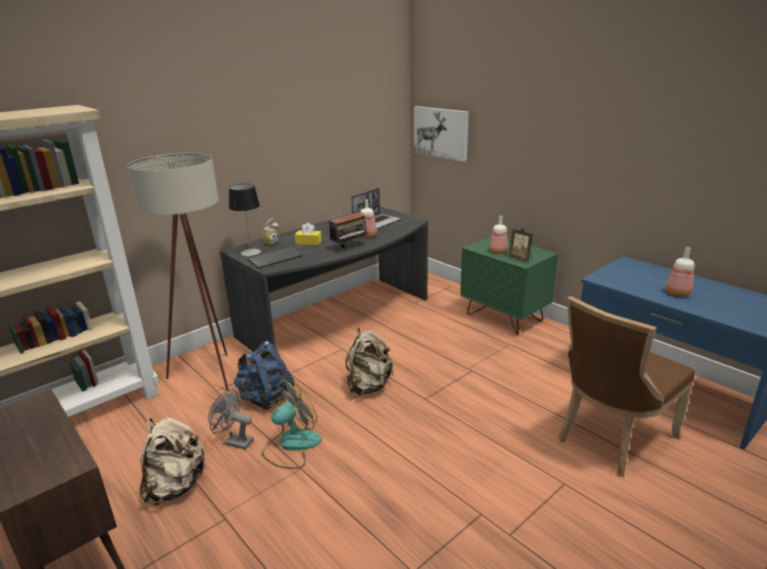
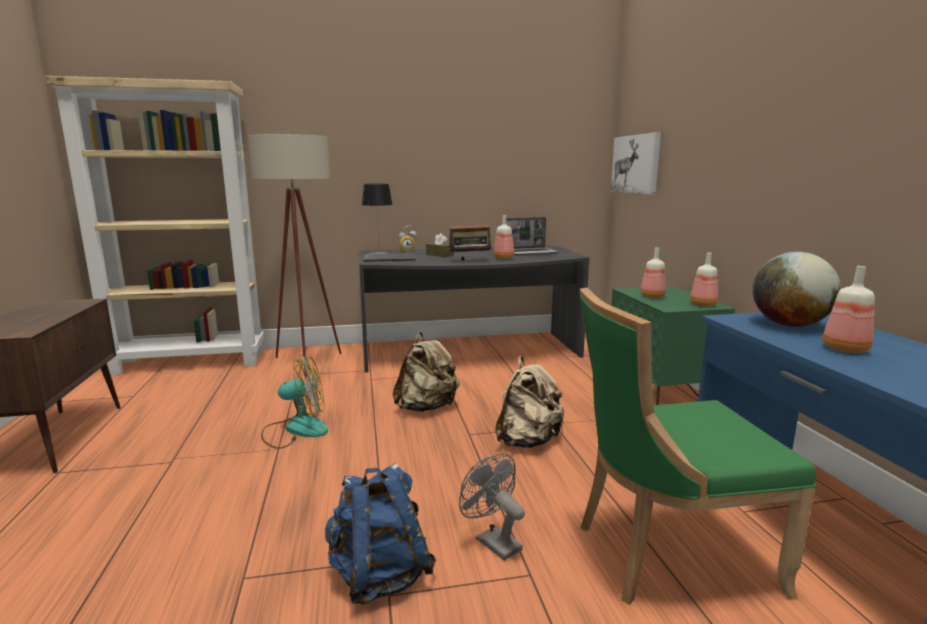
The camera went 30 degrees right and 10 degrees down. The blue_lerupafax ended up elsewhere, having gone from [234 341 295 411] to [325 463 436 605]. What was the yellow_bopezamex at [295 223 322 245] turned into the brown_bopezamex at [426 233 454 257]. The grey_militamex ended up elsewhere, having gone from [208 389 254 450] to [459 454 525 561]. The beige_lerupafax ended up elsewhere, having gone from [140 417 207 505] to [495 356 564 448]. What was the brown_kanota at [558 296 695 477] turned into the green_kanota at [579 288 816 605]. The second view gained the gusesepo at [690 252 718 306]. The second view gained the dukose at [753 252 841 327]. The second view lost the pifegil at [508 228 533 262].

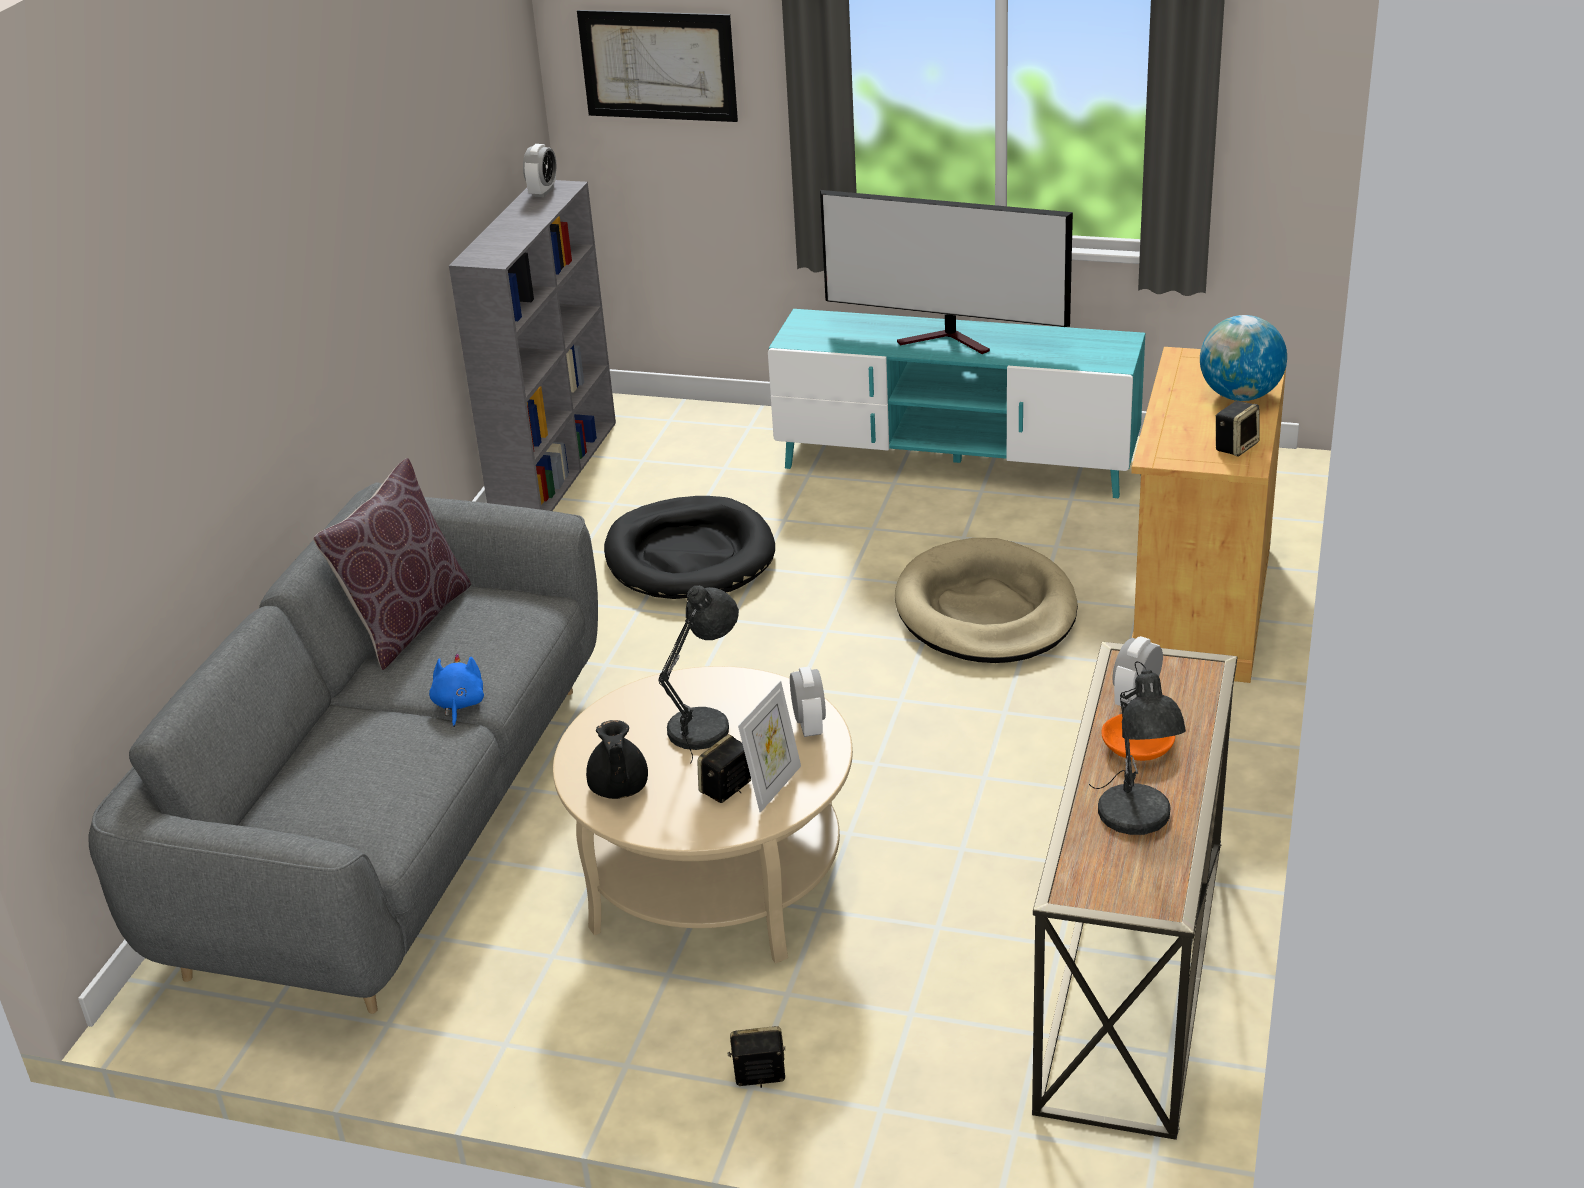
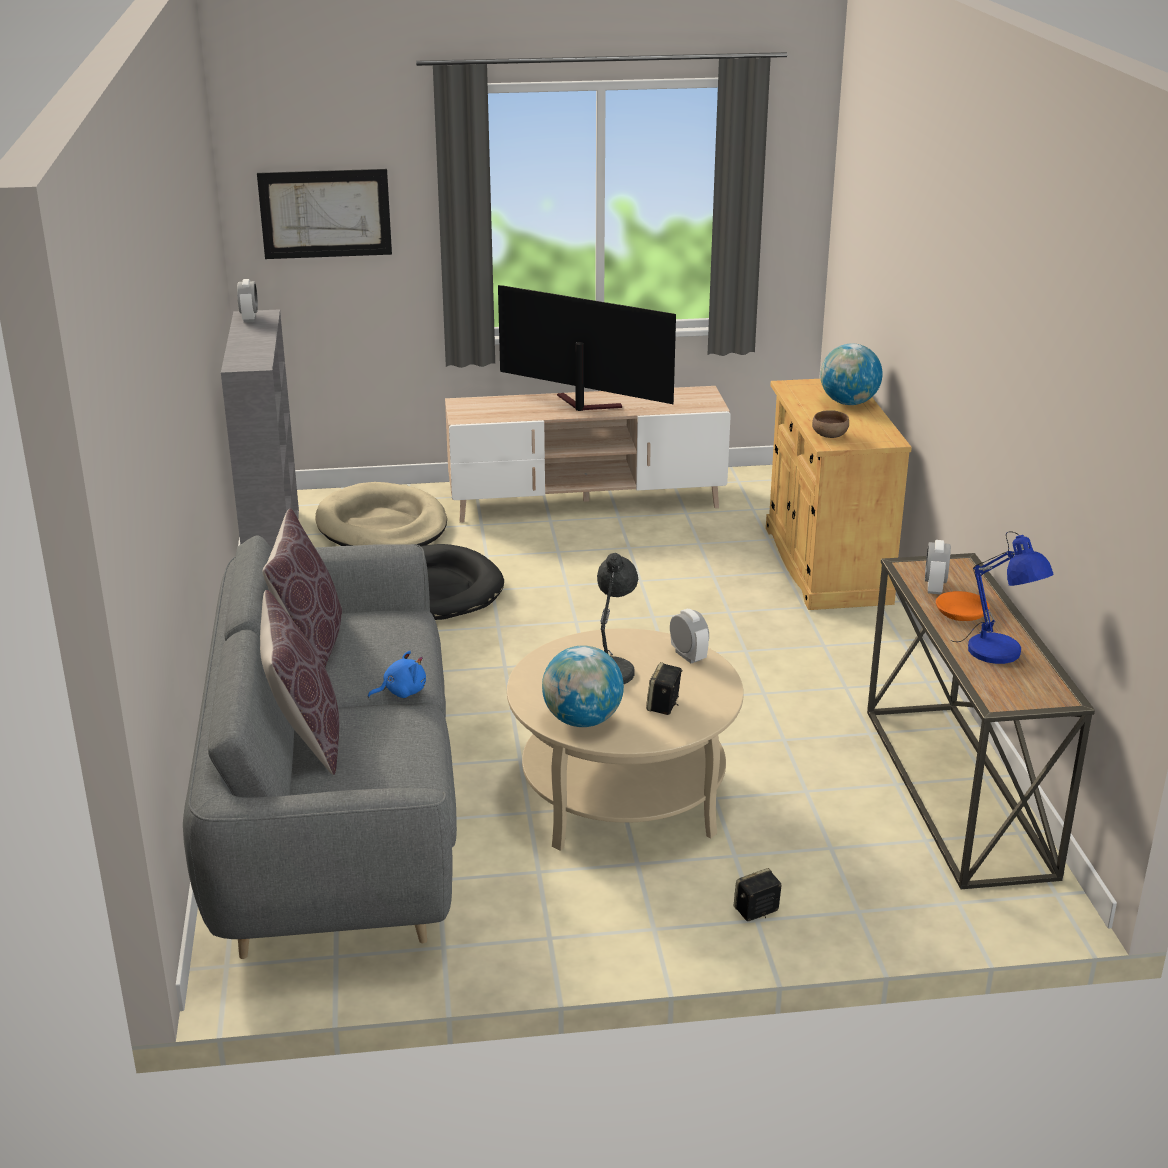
The camera went 25 degrees left and 5 degrees down. The second view gained the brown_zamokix at [260 590 339 775]. The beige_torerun ended up elsewhere, having gone from [895 538 1078 663] to [315 482 447 546]. The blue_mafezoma at [429 654 484 727] ended up facing another way, 90 degrees clockwise from before. What was the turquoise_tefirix at [768 309 1145 498] turned into the beige_tefirix at [445 386 731 523]. The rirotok at [820 190 1073 354] ended up facing another way, 150 degrees counterclockwise from before. Where the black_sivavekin stood at [586 720 648 799], the dukose came to stand at [542 645 624 727]. The second view gained the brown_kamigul at [812 410 849 438]. What was the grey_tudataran at [1089 661 1186 835] turned into the blue_tudataran at [951 532 1054 664]. The second view lost the pifegil at [738 681 801 813]. The second view lost the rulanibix at [1215 401 1260 456].

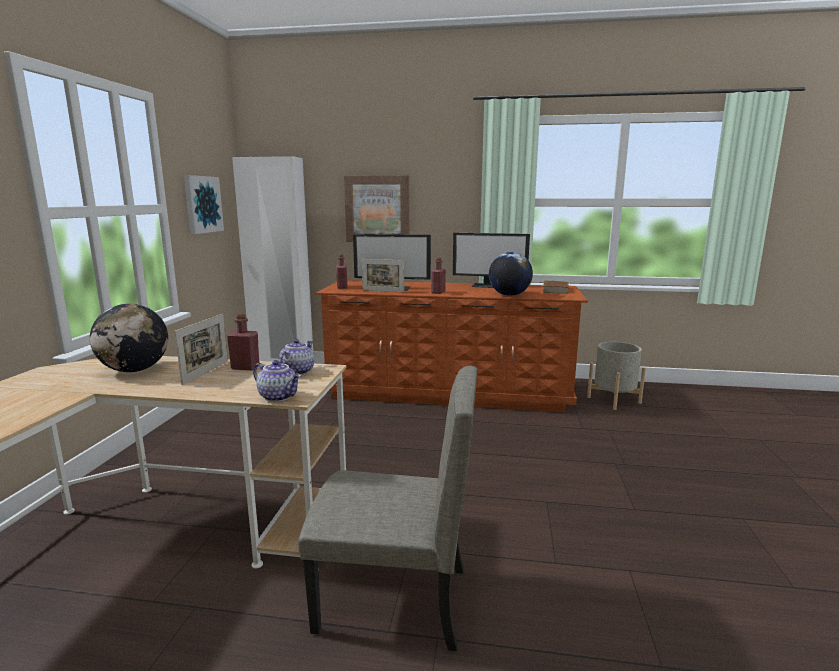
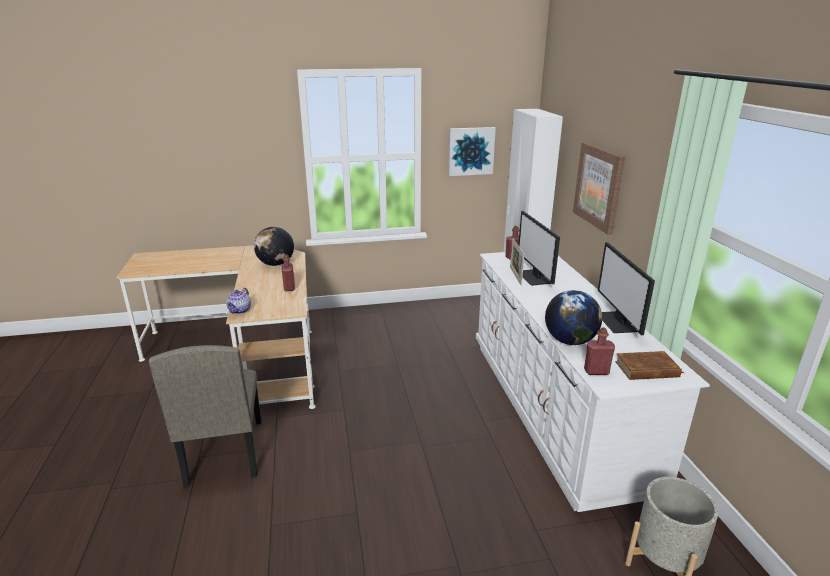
The camera went 70 degrees right and 10 degrees up. What was the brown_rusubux at [315 280 588 412] turned into the white_rusubux at [476 252 710 512]. The red_gusesepo ended up elsewhere, having gone from [431 257 446 294] to [584 328 615 375]. The second view lost the pifegil at [175 314 228 385]. The second view lost the sivavekin at [278 339 314 375].

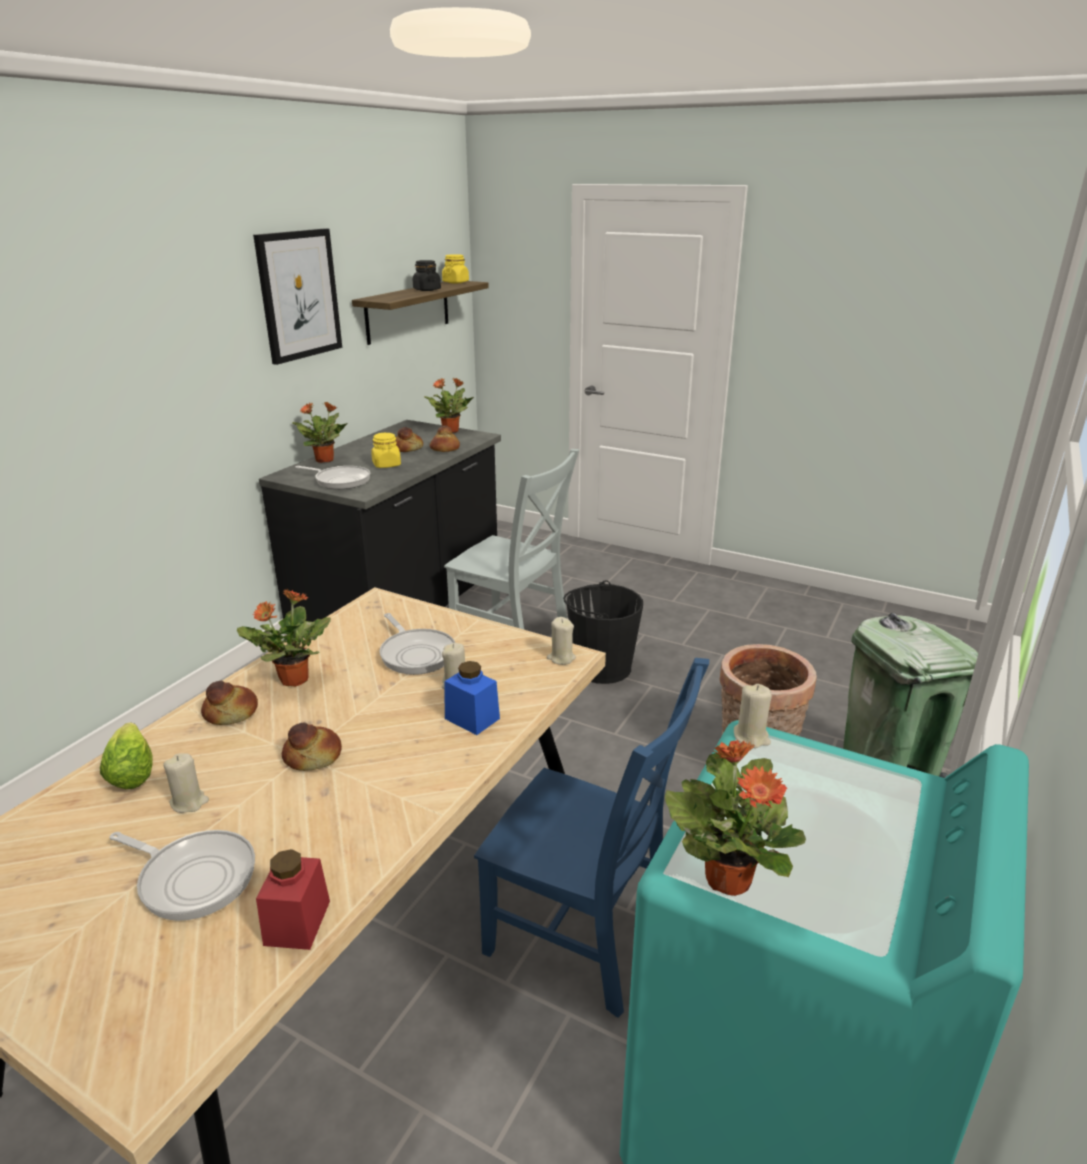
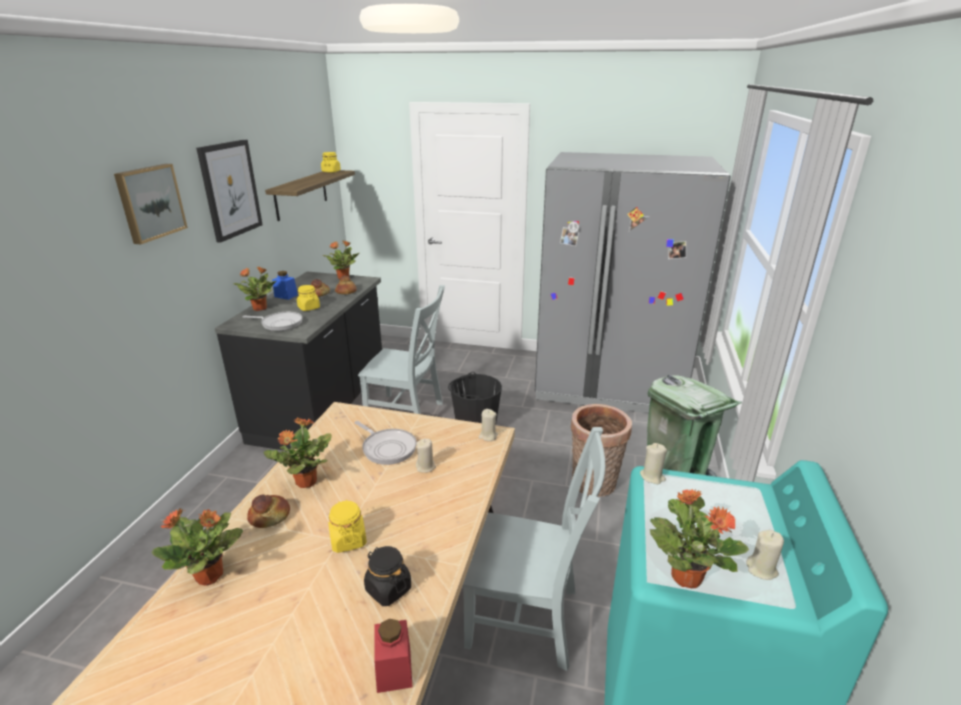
The camera went 15 degrees left and 0 degrees up. The second view gained the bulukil at [114 164 188 244]. Where the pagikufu stood at [100 722 153 789], the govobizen came to stand at [152 508 243 585]. The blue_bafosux ended up elsewhere, having gone from [444 661 500 735] to [272 271 298 300]. Where the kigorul stood at [282 722 342 771], the yellow_bafosux came to stand at [329 500 367 553]. The black_bafosux ended up elsewhere, having gone from [413 260 441 291] to [364 546 411 606]. What was the blue_kanota at [474 658 709 1018] turned into the grey_kanota at [463 427 605 671]. The second view gained the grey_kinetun at [535 152 731 413]. The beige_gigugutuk ended up elsewhere, having gone from [163 753 209 813] to [746 530 784 580]. The second view lost the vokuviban at [109 830 255 921].

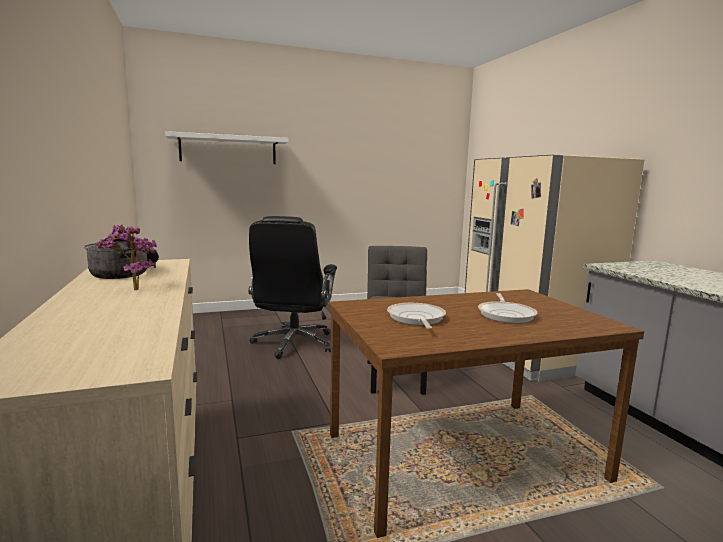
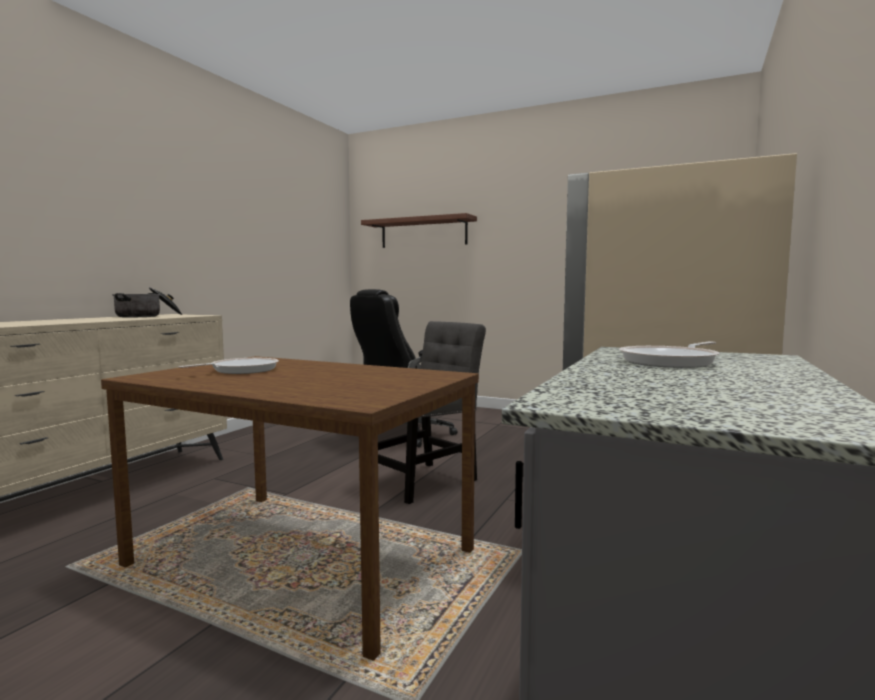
The camera went 45 degrees right and 5 degrees down. What was the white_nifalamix at [166 131 289 164] turned into the brown_nifalamix at [361 213 477 248]. The vokuviban ended up elsewhere, having gone from [478 293 538 323] to [619 342 720 368]. The second view lost the govobizen at [96 225 157 290].

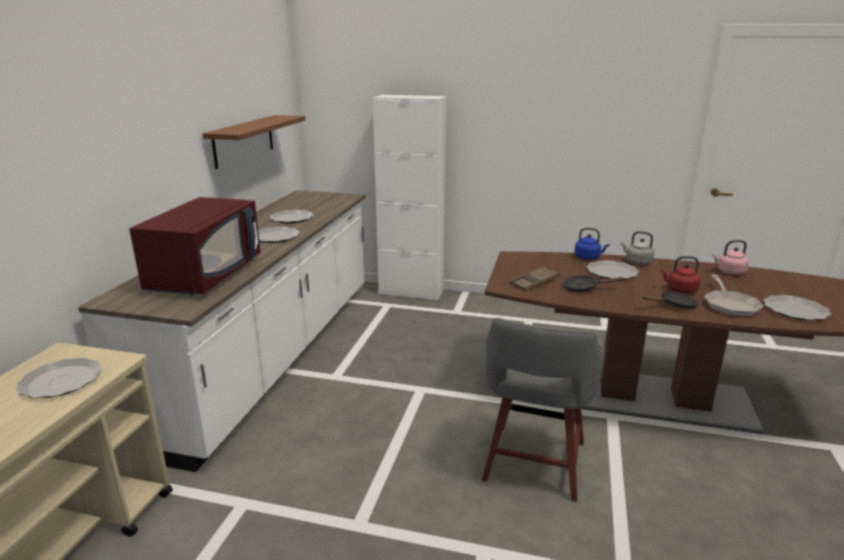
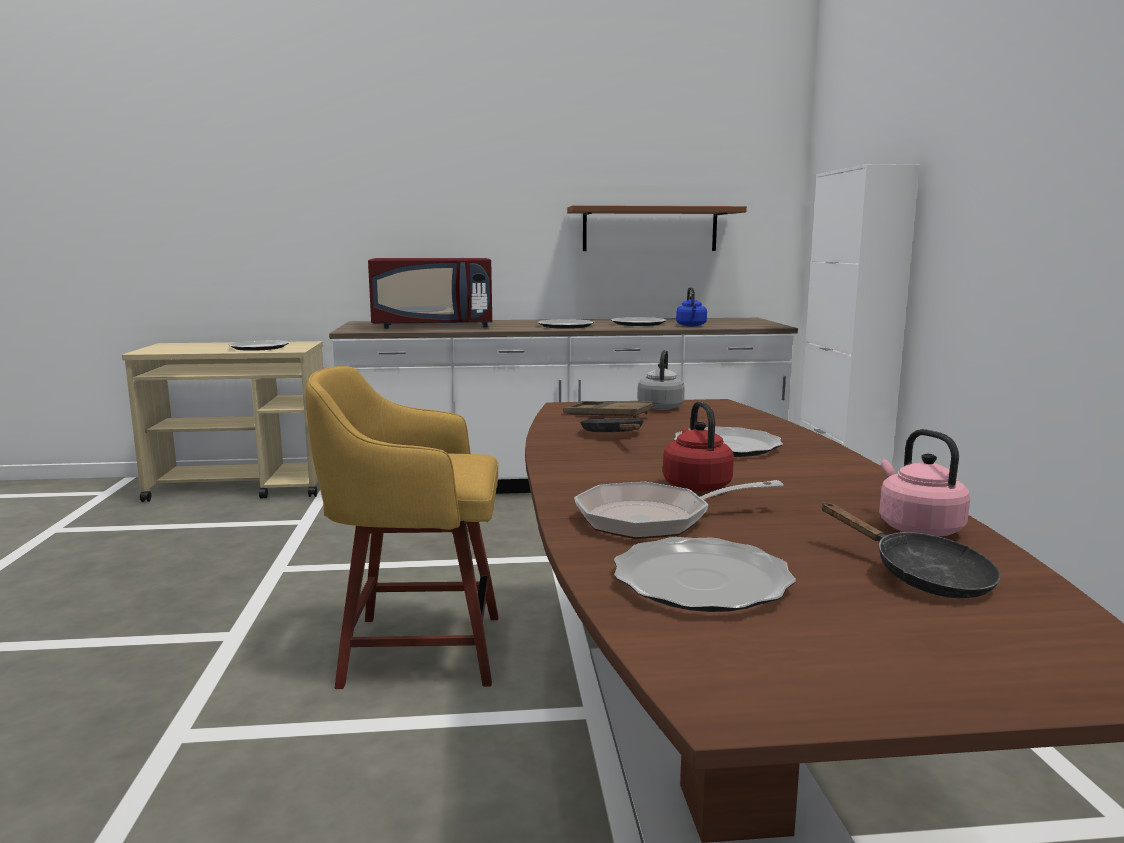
The camera went 70 degrees right and 10 degrees down. What was the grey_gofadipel at [482 318 605 502] turned into the yellow_gofadipel at [305 366 499 689]. The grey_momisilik ended up elsewhere, having gone from [621 231 654 265] to [638 350 685 410]. The blue_momisilik ended up elsewhere, having gone from [574 228 610 260] to [676 287 707 326]. The black_vokuviban ended up elsewhere, having gone from [642 291 699 309] to [821 503 1001 598].

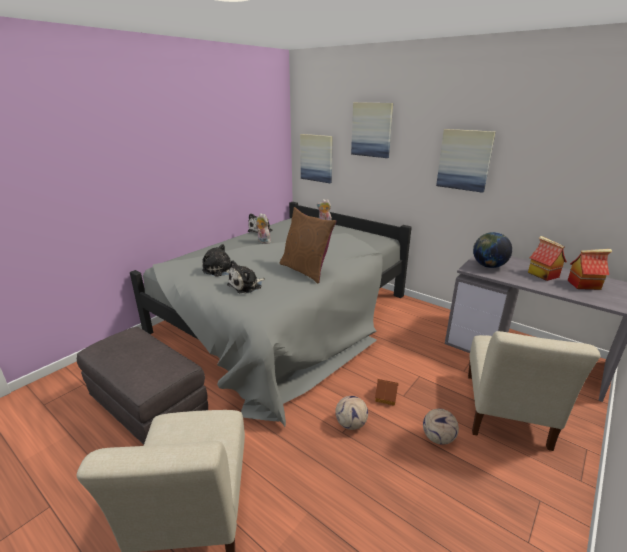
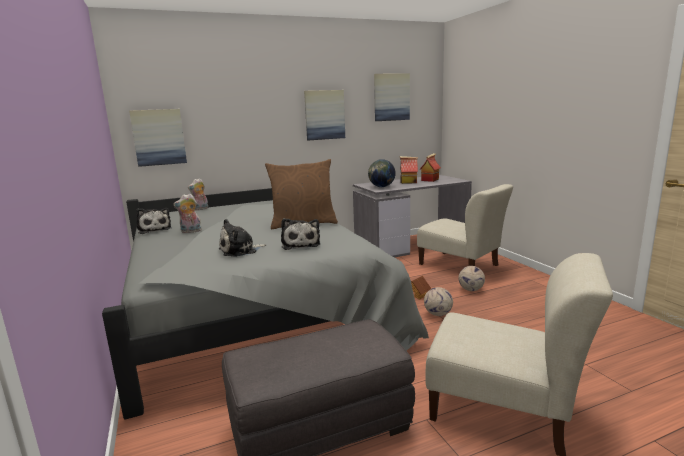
The camera went 60 degrees left and 10 degrees down. The bulukil ended up elsewhere, having gone from [351 102 393 158] to [374 73 410 121].

